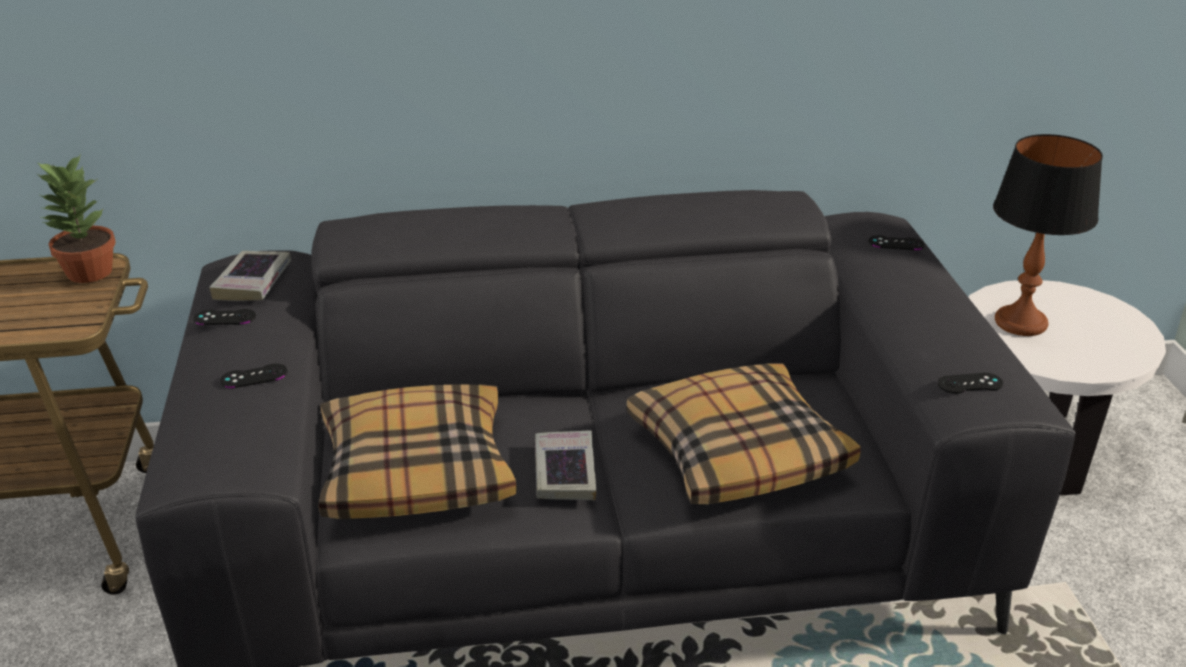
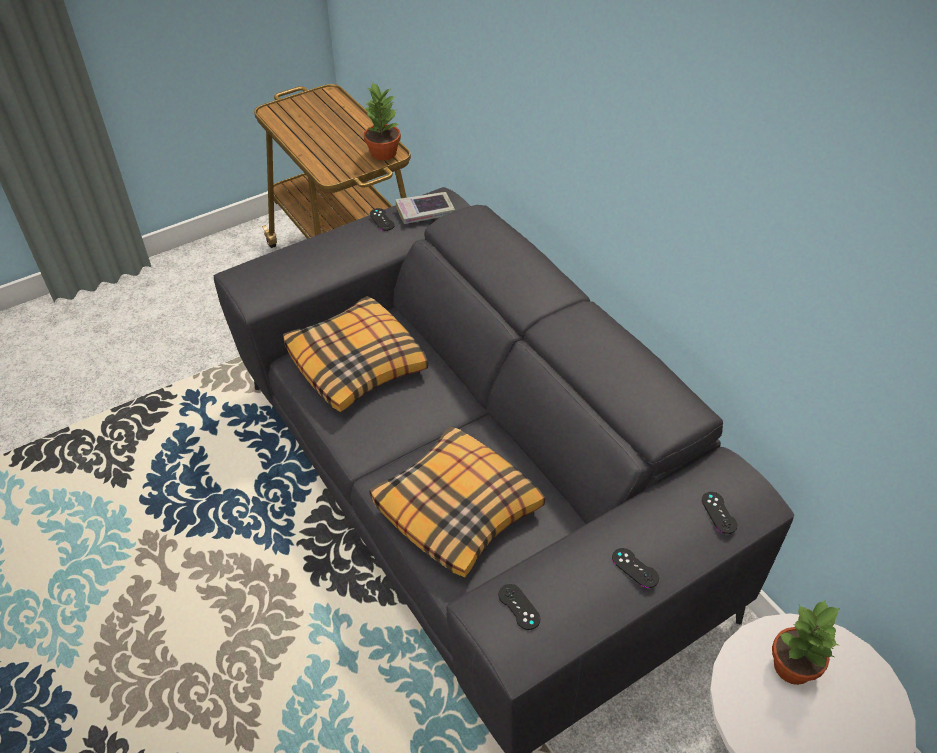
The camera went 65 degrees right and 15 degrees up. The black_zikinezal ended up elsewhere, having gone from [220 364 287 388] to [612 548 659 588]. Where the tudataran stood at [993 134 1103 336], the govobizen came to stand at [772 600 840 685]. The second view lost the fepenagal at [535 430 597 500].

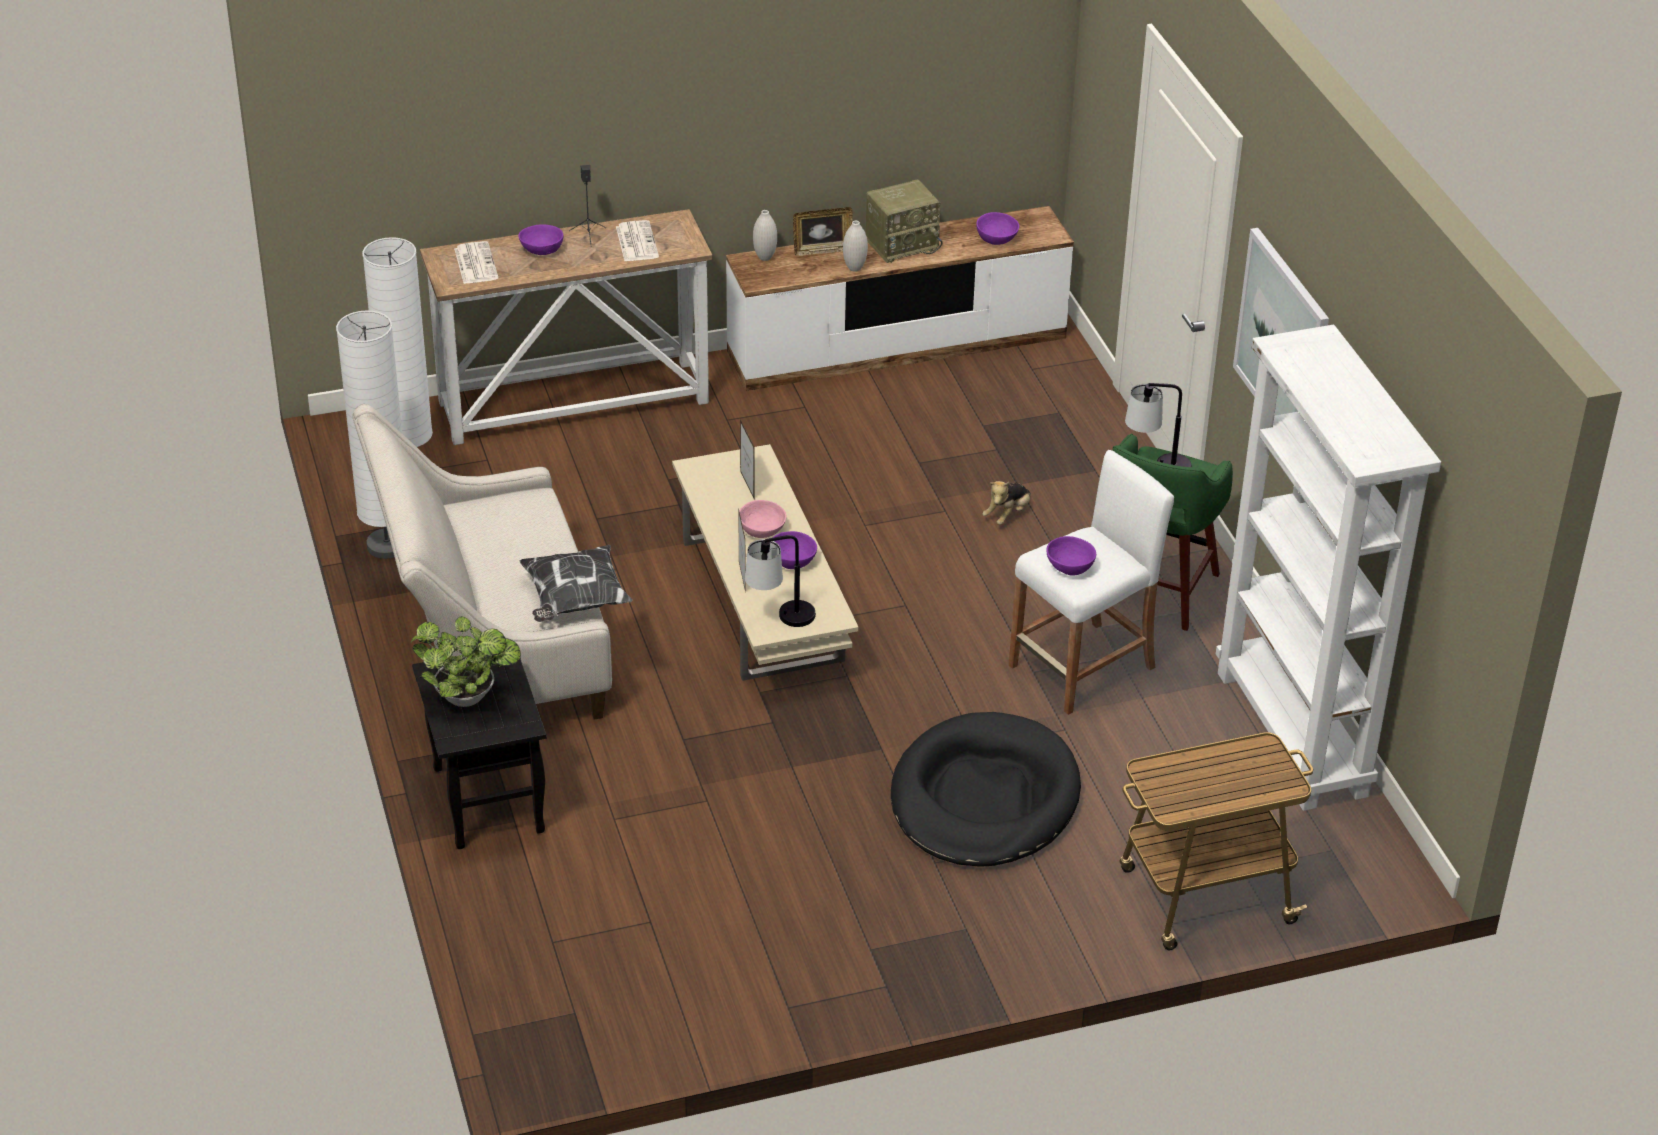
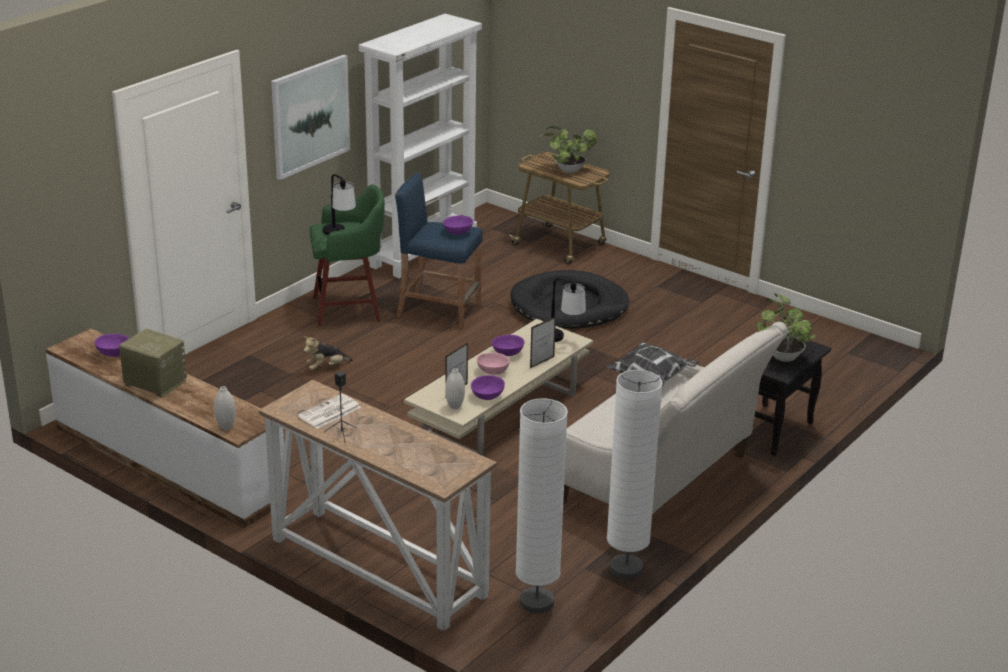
The camera went 125 degrees left and 10 degrees down. The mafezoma at [982 481 1031 525] ended up facing another way, 150 degrees clockwise from before. What was the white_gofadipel at [1009 450 1174 715] turned into the blue_gofadipel at [395 173 483 329]. The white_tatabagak ended up elsewhere, having gone from [843 221 868 272] to [445 368 465 409]. The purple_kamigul ended up elsewhere, having gone from [518 224 563 255] to [471 375 505 400]. The second view gained the govobizen at [539 126 598 173]. The second view lost the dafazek at [454 241 498 284]. The second view lost the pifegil at [793 207 853 256].

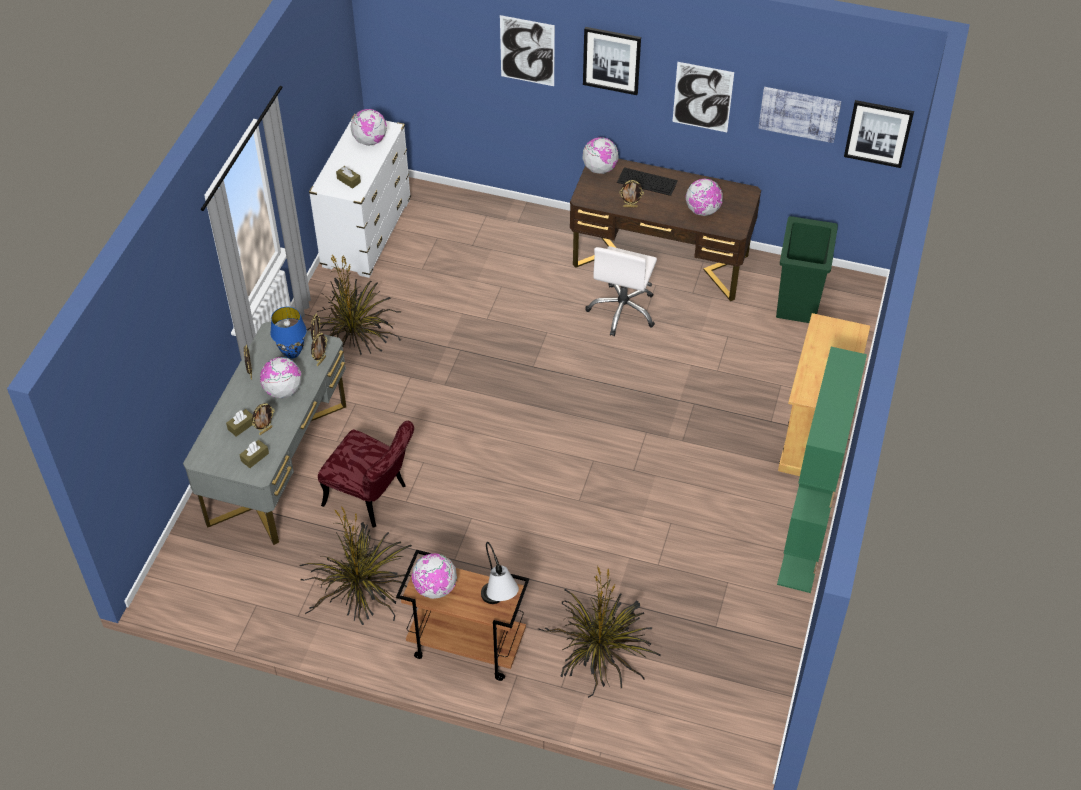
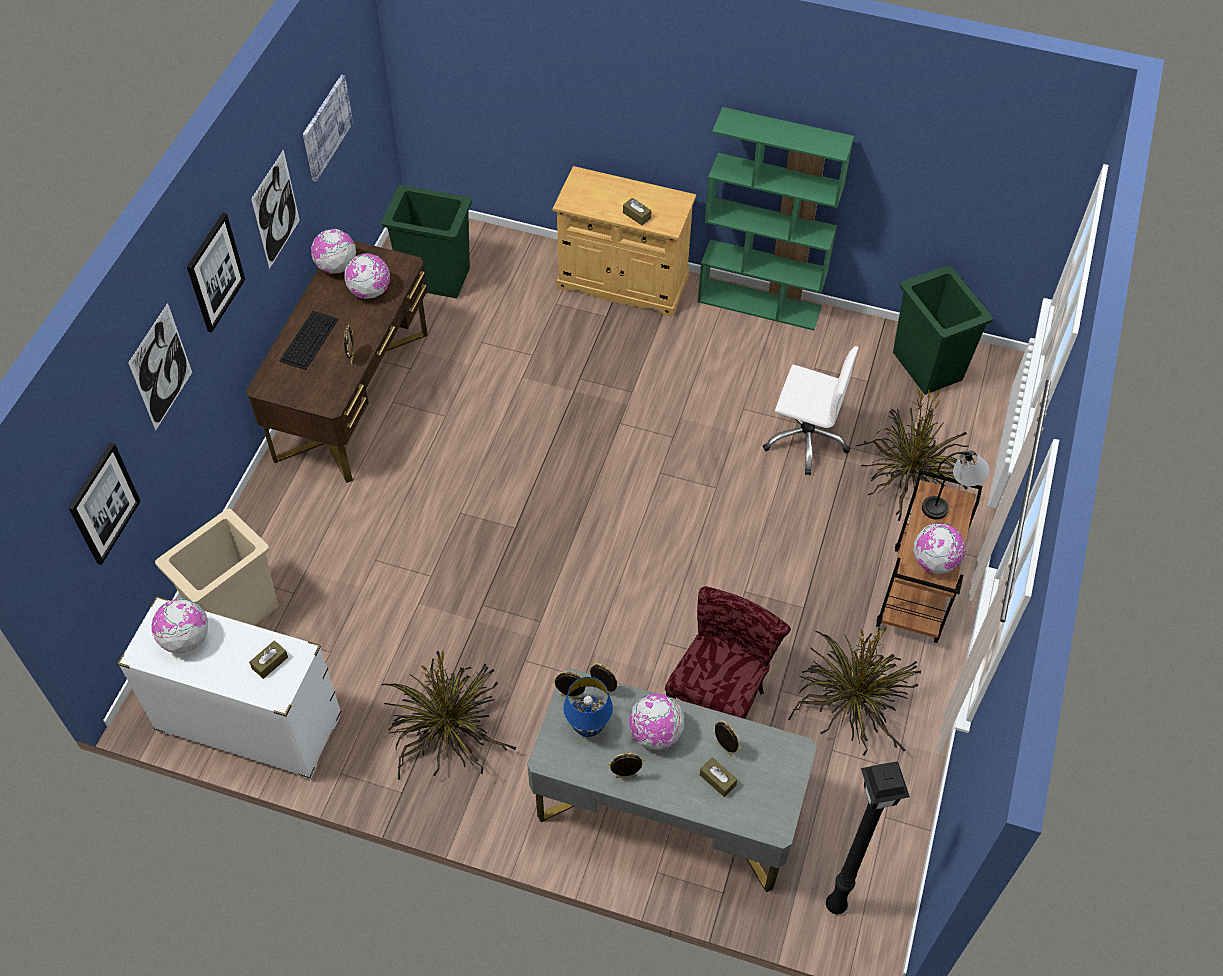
The camera went 90 degrees left and 5 degrees up. The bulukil ended up elsewhere, having gone from [844 100 914 168] to [68 443 141 565]. The second view gained the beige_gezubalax at [155 509 278 626]. The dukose ended up elsewhere, having gone from [582 137 618 174] to [311 229 356 274]. The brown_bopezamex ended up elsewhere, having gone from [239 440 269 468] to [623 198 652 225]. The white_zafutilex ended up elsewhere, having gone from [585 246 657 336] to [763 346 858 475]. The second view gained the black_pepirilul at [826 761 910 915]. The second view gained the green_gezubalax at [893 265 993 395].

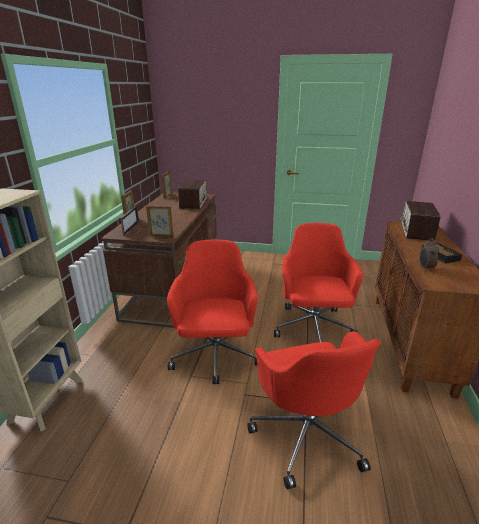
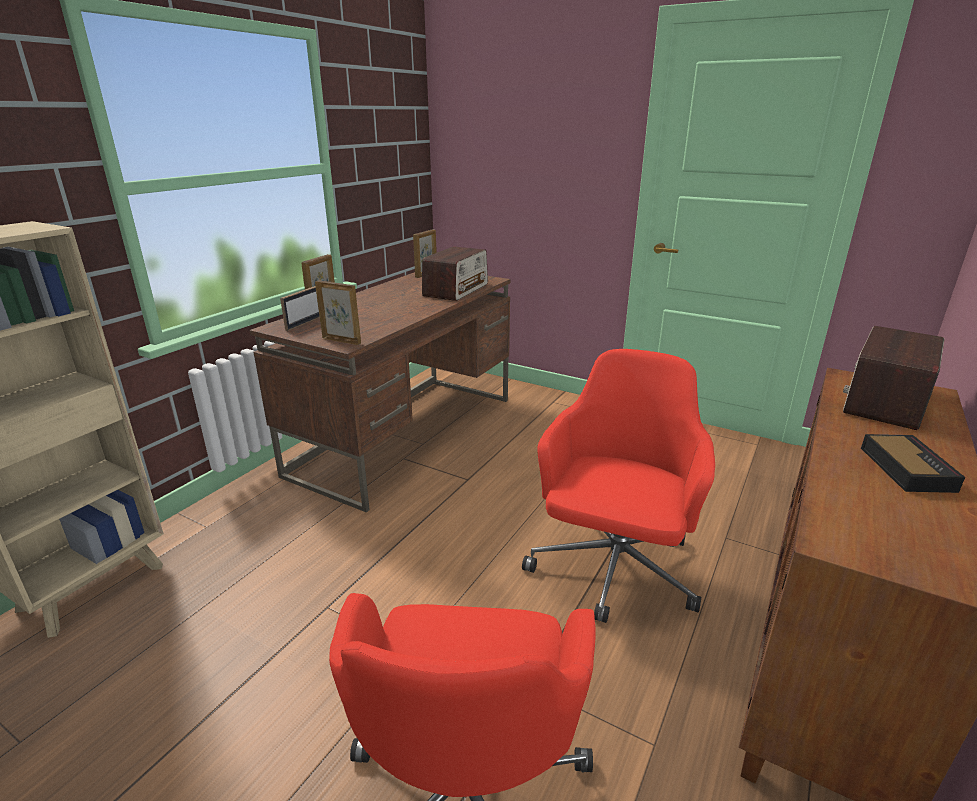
The camera went 20 degrees right and 0 degrees up. The second view lost the red_zafutilex at [167 240 258 384]. The second view lost the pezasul at [420 238 439 271].

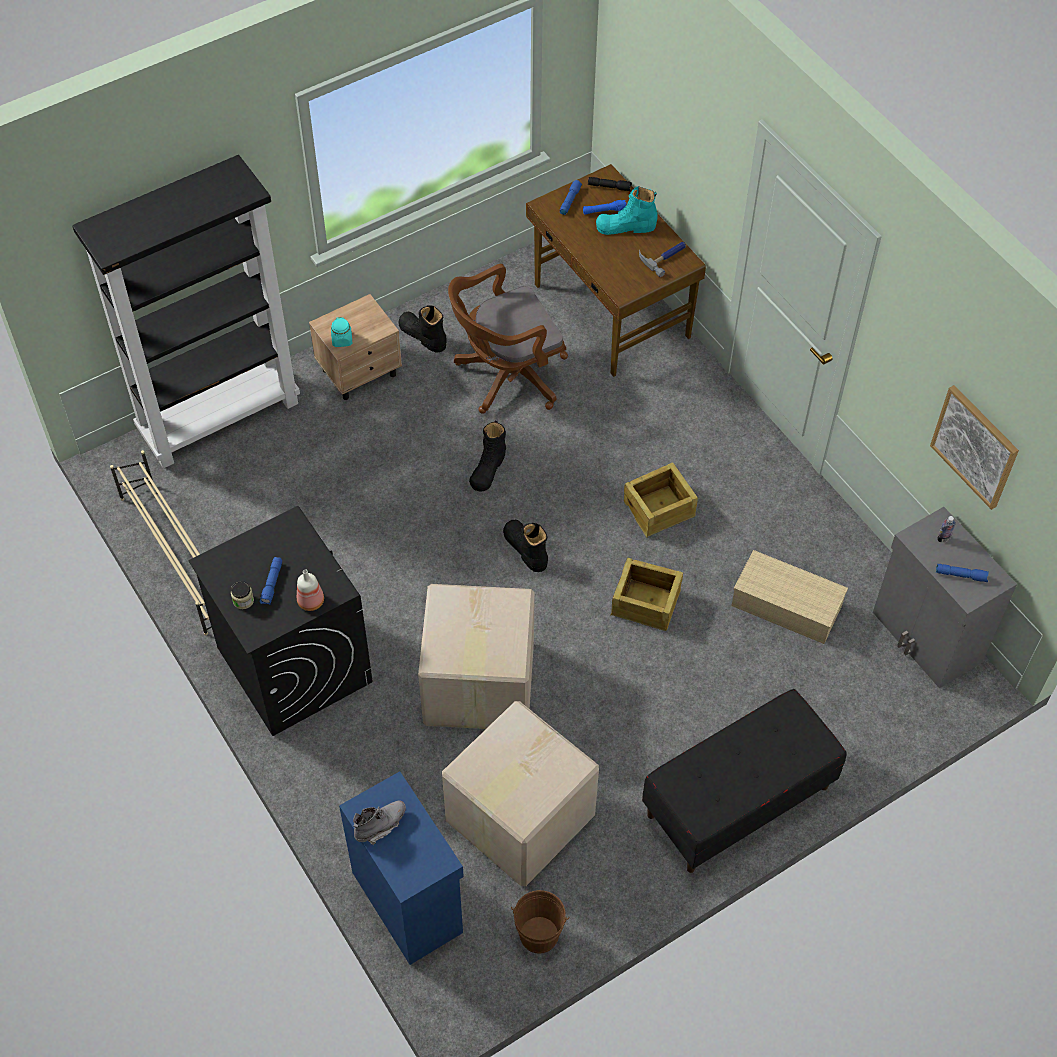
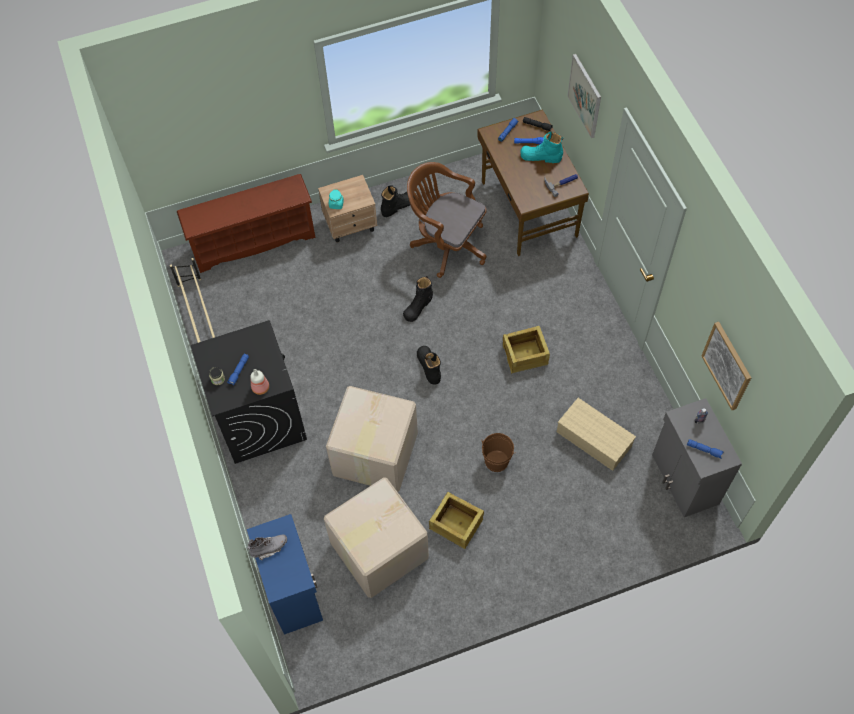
The camera went 15 degrees right and 5 degrees up. Where the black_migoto stood at [72 155 300 468], the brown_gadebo came to stand at [177 174 316 273]. The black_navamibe at [399 305 447 353] ended up facing another way, 90 degrees clockwise from before. The brown_zafutilex at [448 264 568 414] ended up facing another way, 45 degrees clockwise from before. The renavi ended up elsewhere, having gone from [610 558 683 631] to [429 492 484 549]. The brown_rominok ended up elsewhere, having gone from [511 890 569 954] to [481 433 516 472]. The second view gained the bulukil at [567 54 601 138]. The second view lost the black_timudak at [642 689 846 873].

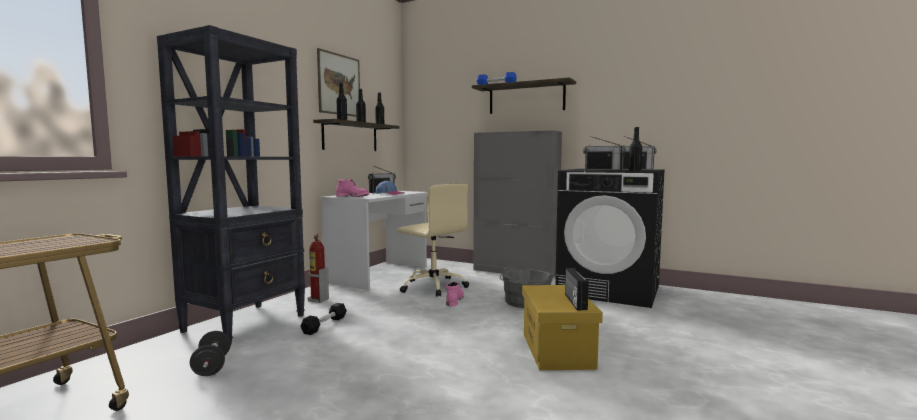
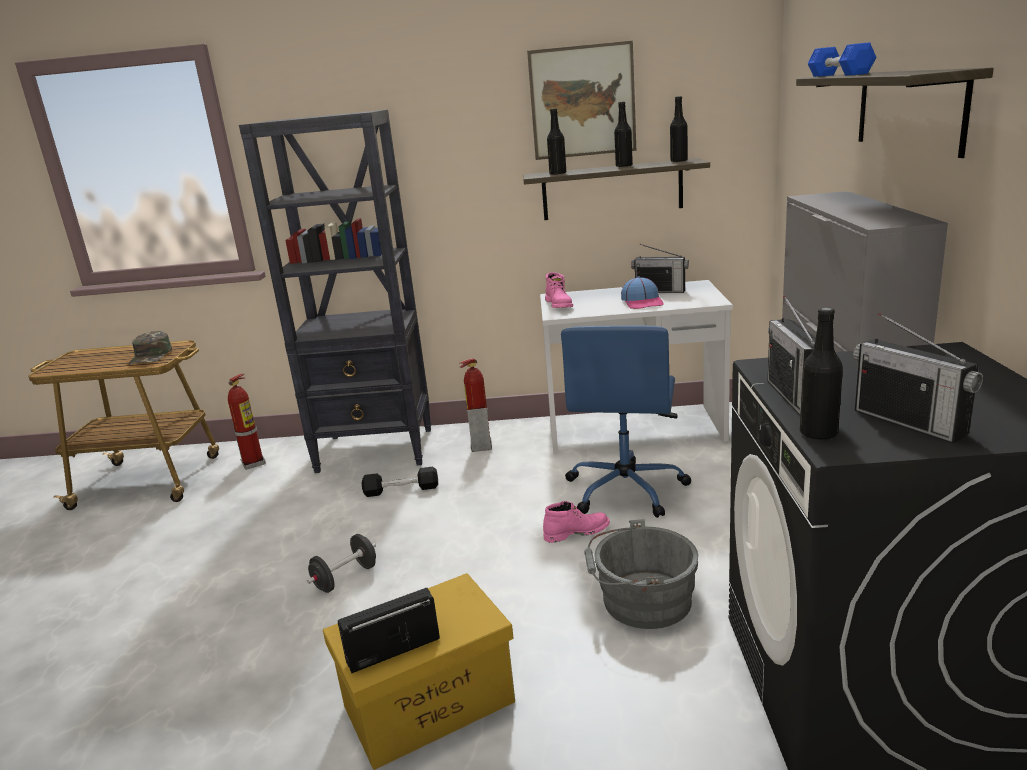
The camera went 65 degrees right and 15 degrees up. The second view gained the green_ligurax at [128 331 172 365]. The second view gained the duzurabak at [228 374 266 470]. The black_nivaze ended up elsewhere, having gone from [190 331 231 376] to [307 534 376 593]. What was the beige_zafutilex at [397 183 469 297] turned into the blue_zafutilex at [561 326 692 518].

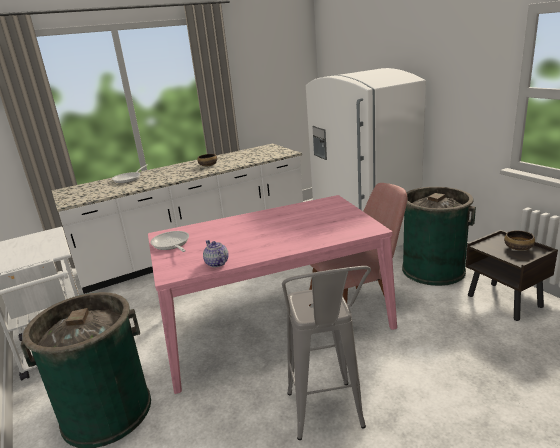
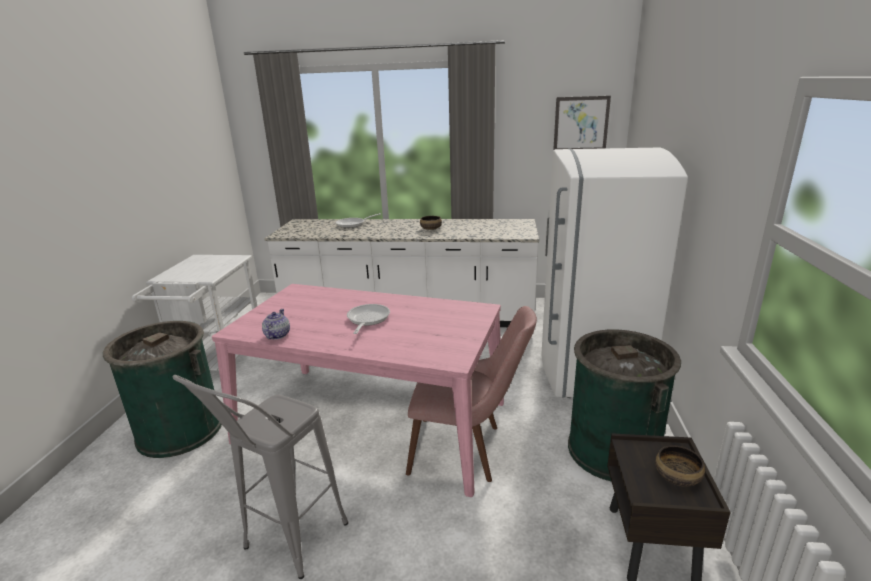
The camera went 35 degrees right and 0 degrees up. The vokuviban ended up elsewhere, having gone from [150 231 189 252] to [347 304 390 334]. The second view gained the bulukil at [553 96 611 150].

